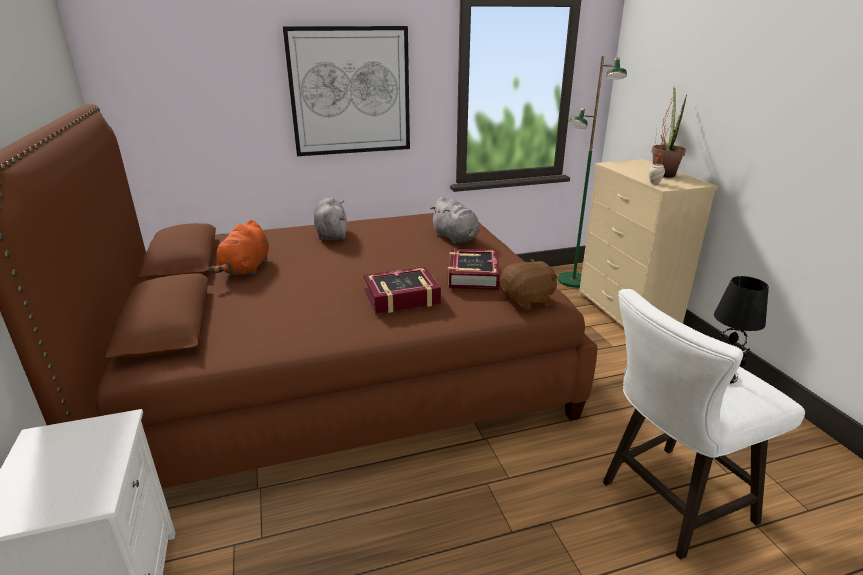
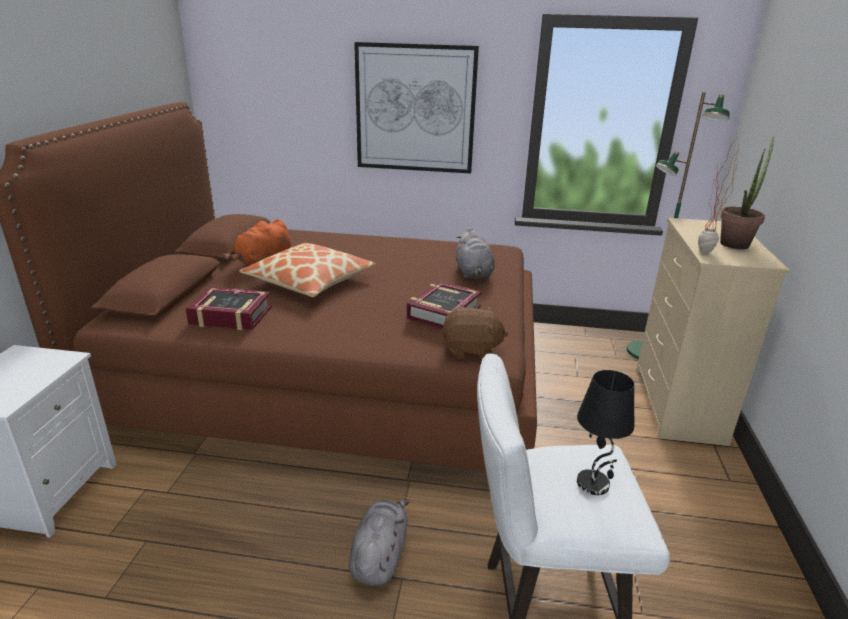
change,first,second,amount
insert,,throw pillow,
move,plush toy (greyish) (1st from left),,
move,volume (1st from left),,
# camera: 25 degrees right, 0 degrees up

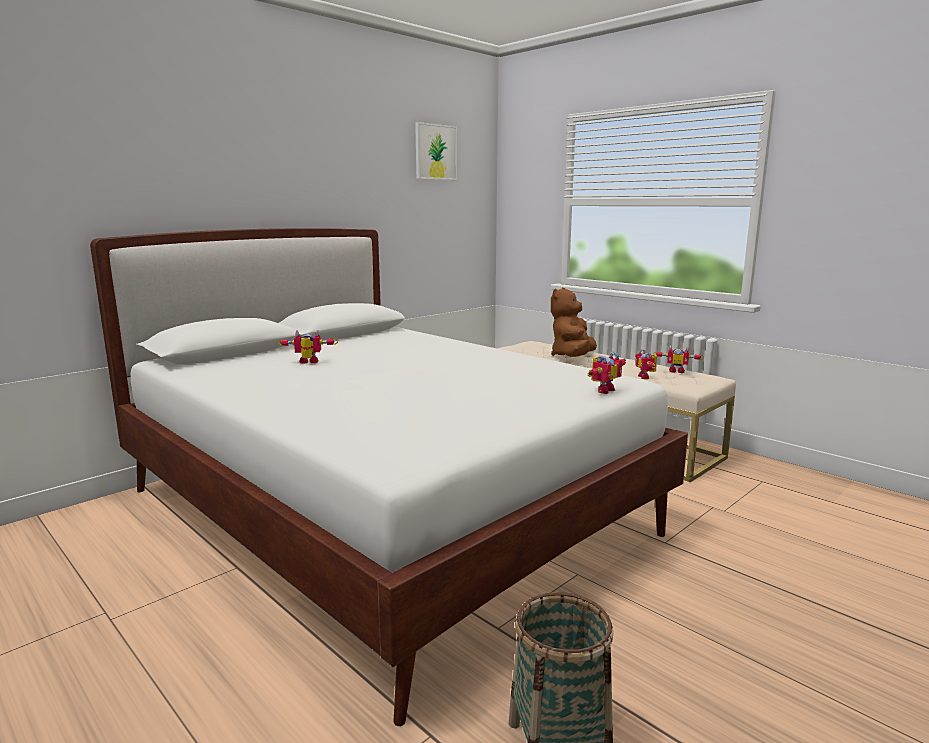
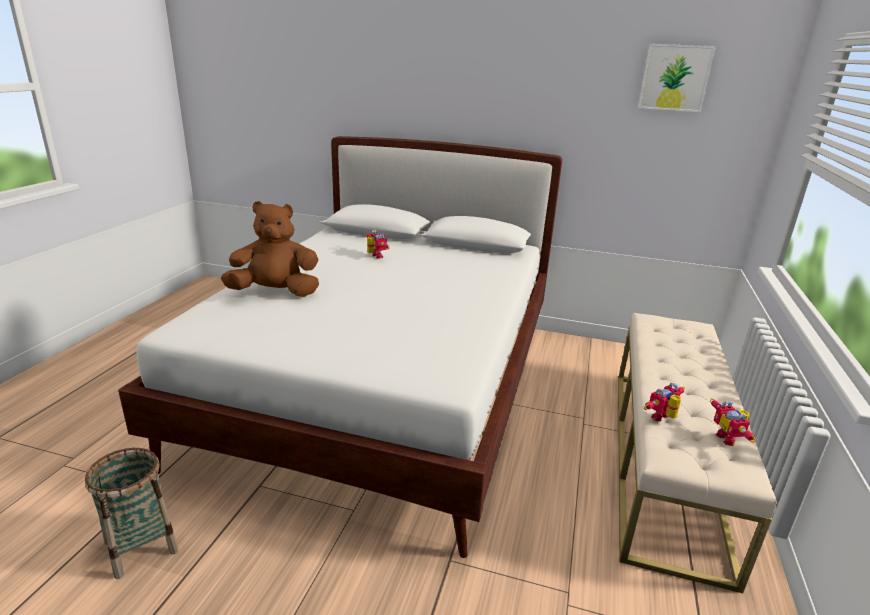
change,first,second,amount
delete,robot figure (2nd from left),,
move,plush toy (brownish),,
# camera: 60 degrees right, 10 degrees up

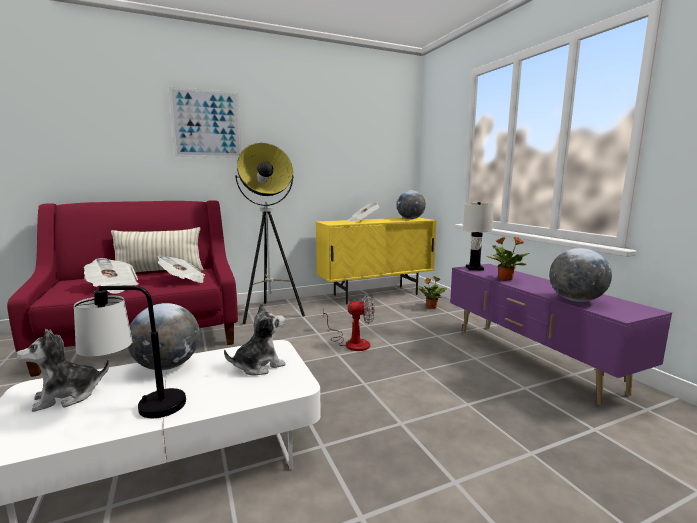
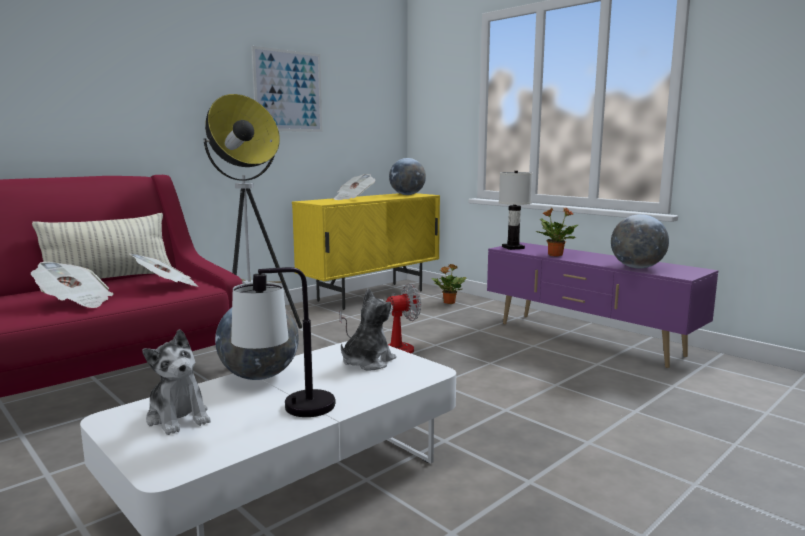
change,first,second,amount
move,wall picture,,
rotate,plush toy (1st from left),,75 degrees counterclockwise
# camera: 20 degrees left, 0 degrees up

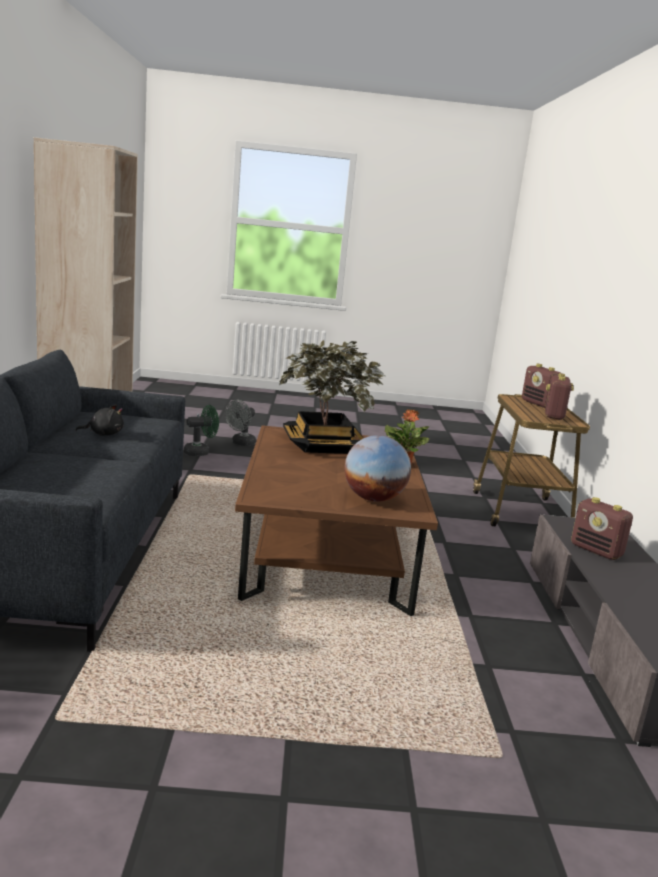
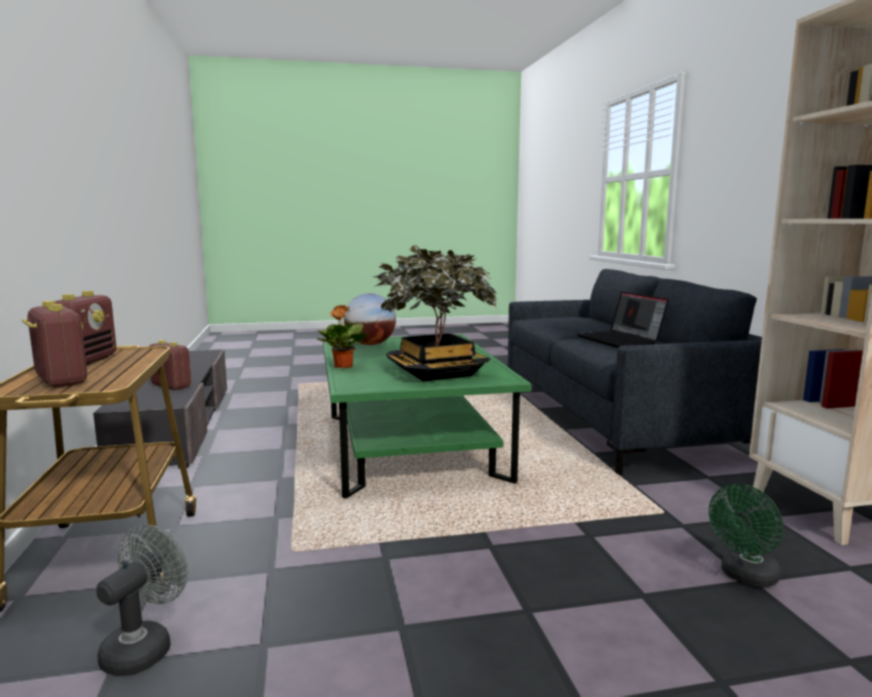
change,first,second,amount
move,fan (greyish),,
replace,plush toy (black-coloured),notebook computer,
recolor,lounge table (brownish),lounge table (greenish),
# camera: 170 degrees right, 5 degrees down

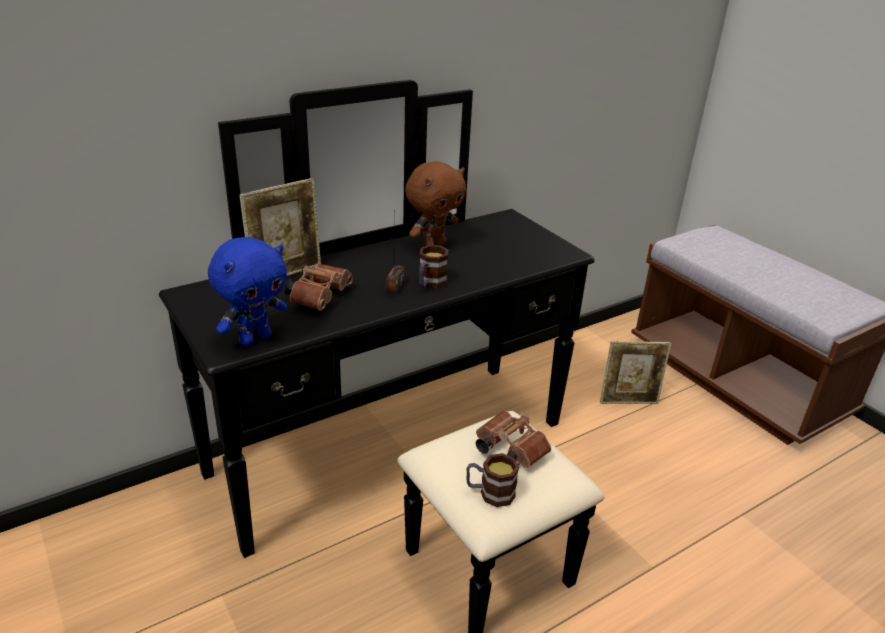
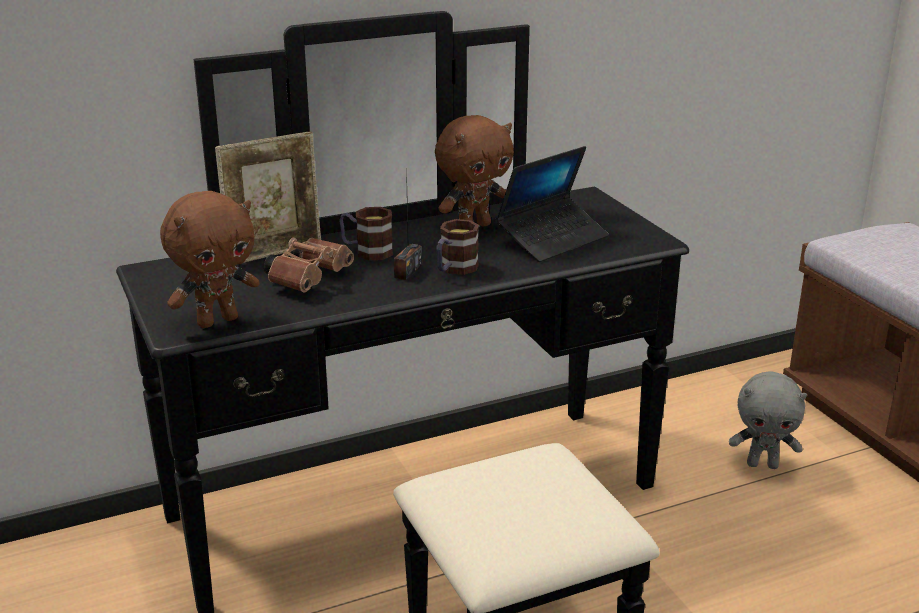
change,first,second,amount
delete,field glasses (brownish) (2nd from left),,
insert,,notebook computer,
move,mug (2nd from left in the first image),mug (1st from left),
replace,picture frame (2nd from left),plush toy (greyish),
recolor,plush toy (bluish),plush toy (brownish) (1st from left),
# camera: 10 degrees right, 5 degrees down

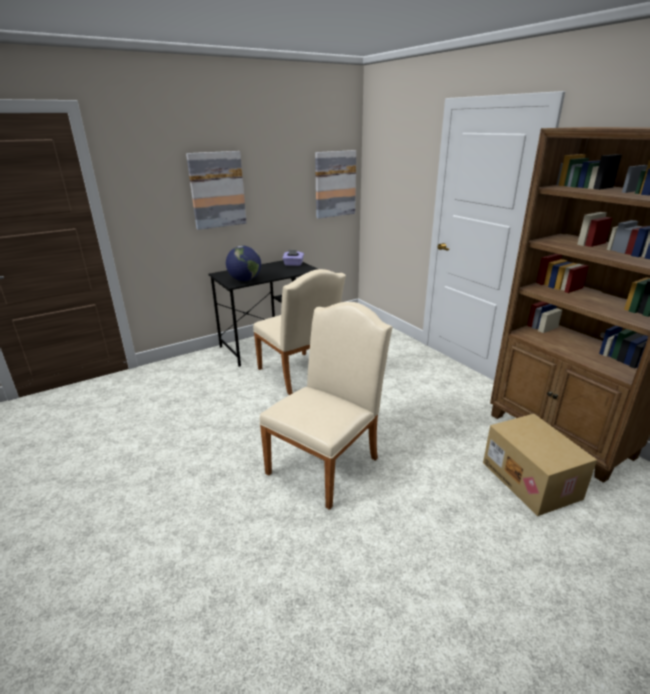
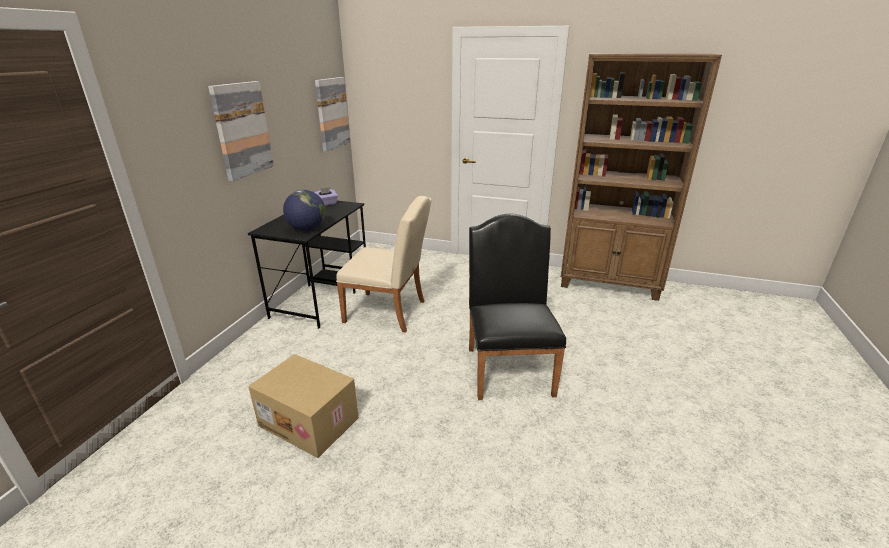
change,first,second,amount
move,carton,,
recolor,upright chair (sand-coloured) (2nd from left),upright chair (black-coloured),
# camera: 40 degrees left, 0 degrees up

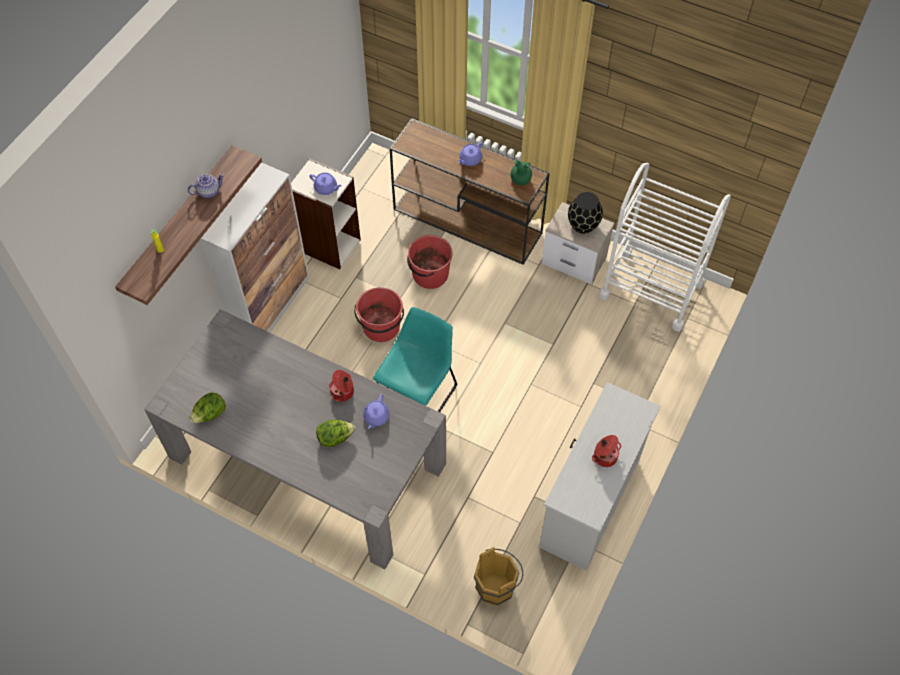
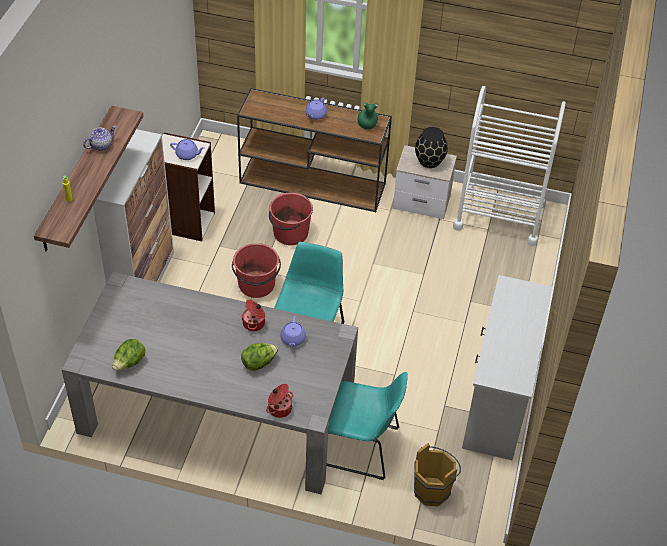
change,first,second,amount
insert,,upright chair (blue-green) (2nd from left),
move,stockpot (2nd from left),,
# camera: 15 degrees left, 10 degrees down

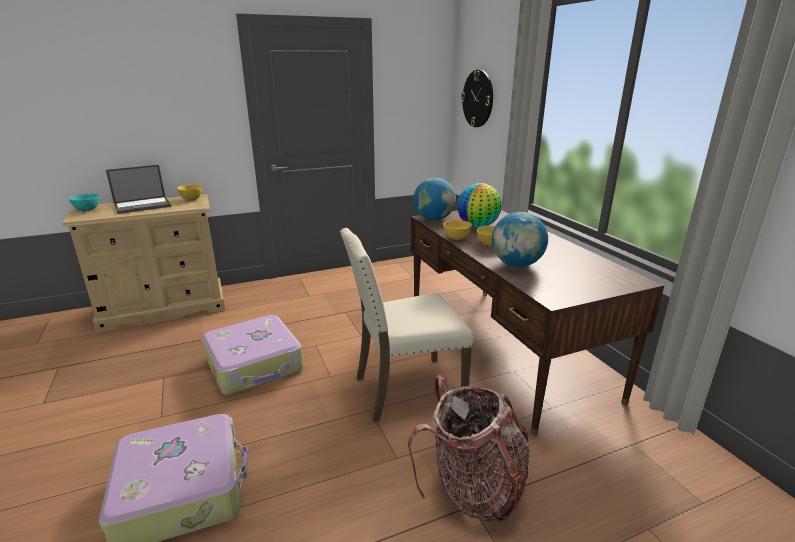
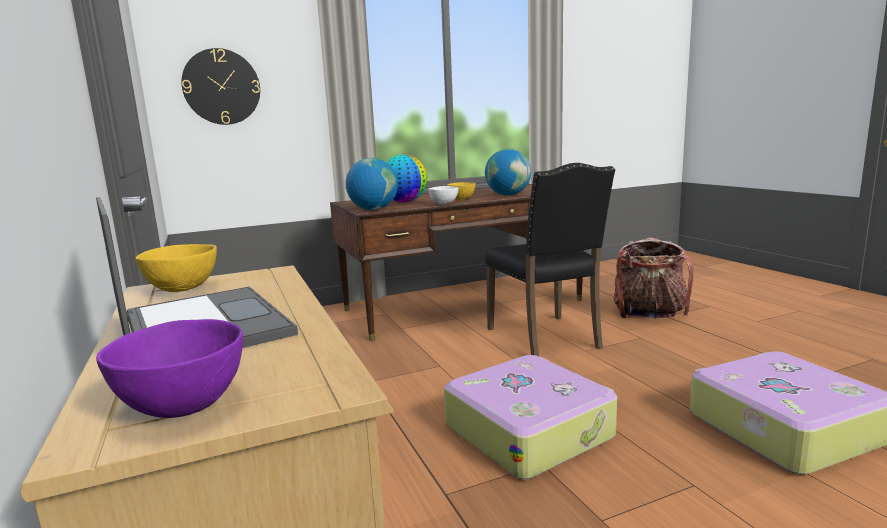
change,first,second,amount
recolor,deep dish (blue-green),deep dish (purple-coloured),
recolor,upright chair (sand-coloured),upright chair (black-coloured),
recolor,deep dish (yellow-coloured) (2nd from left),deep dish (whitish),
# camera: 90 degrees left, 10 degrees down

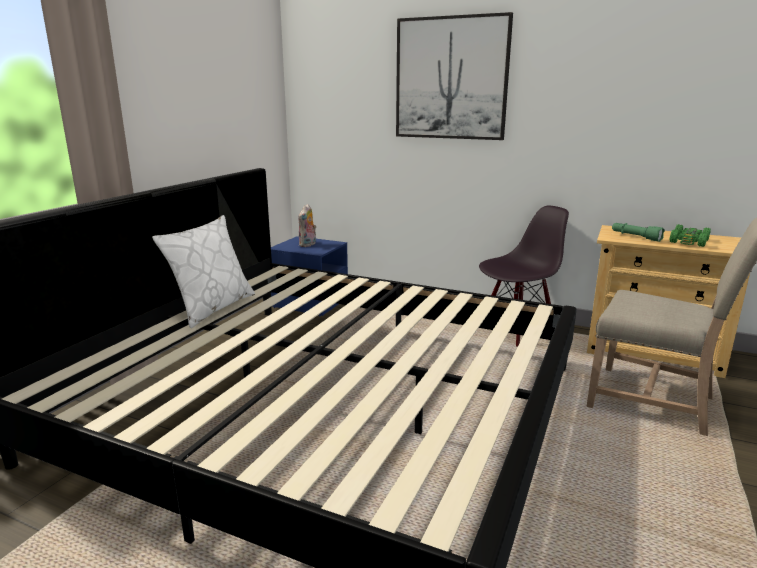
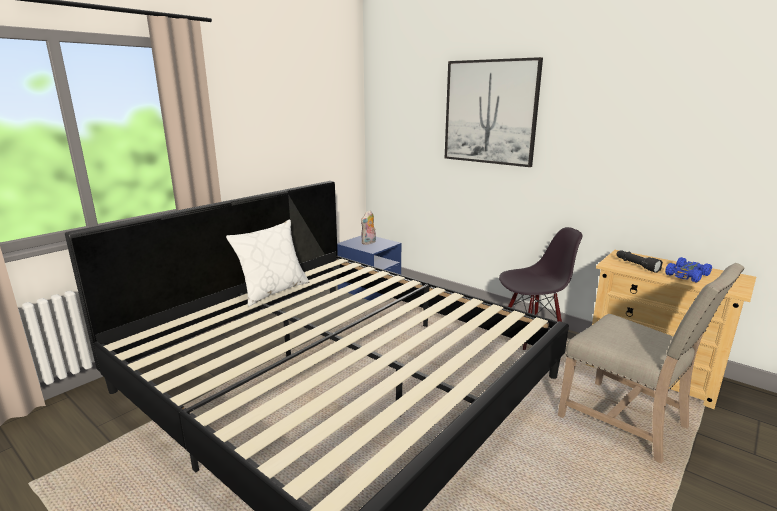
change,first,second,amount
recolor,flashlight (greenish),flashlight (black-coloured),
recolor,toy car (greenish),toy car (bluish),
# camera: 15 degrees right, 0 degrees up

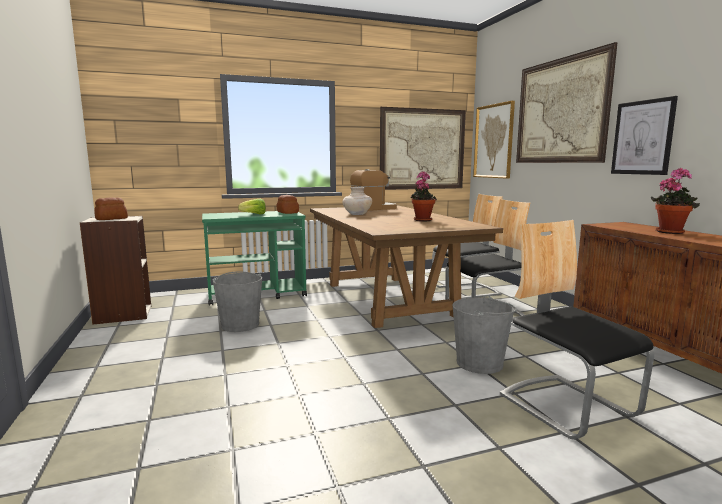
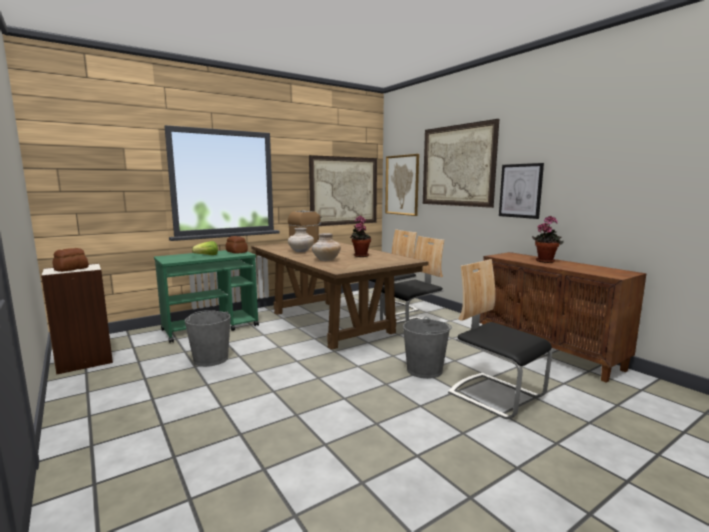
change,first,second,amount
insert,,decorative vase (sand-coloured) (2nd from left),
# camera: 15 degrees left, 0 degrees up

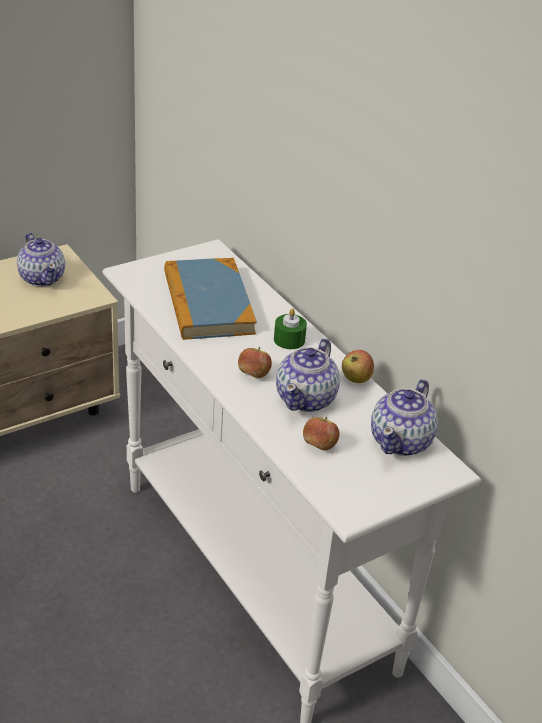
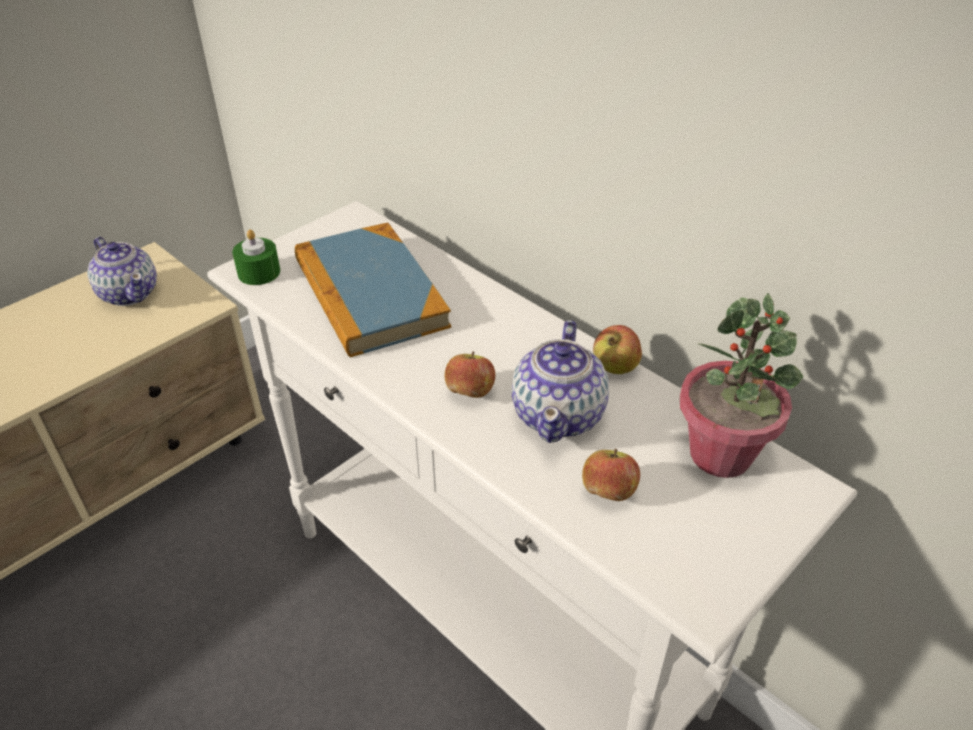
change,first,second,amount
move,wax candle (greenish),,
replace,teapot (3rd from left),houseplant,
# camera: 10 degrees left, 5 degrees up

